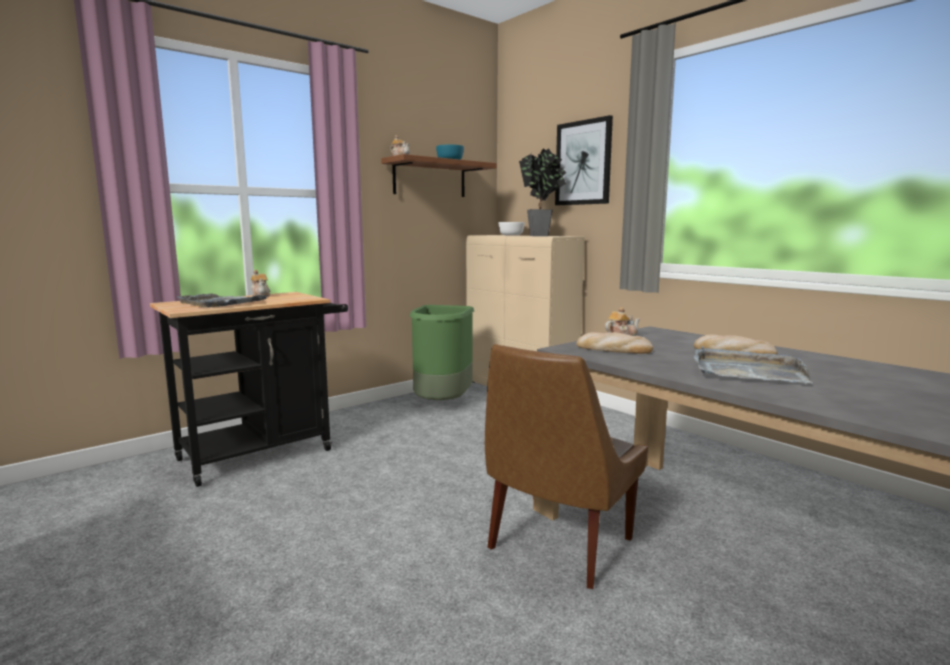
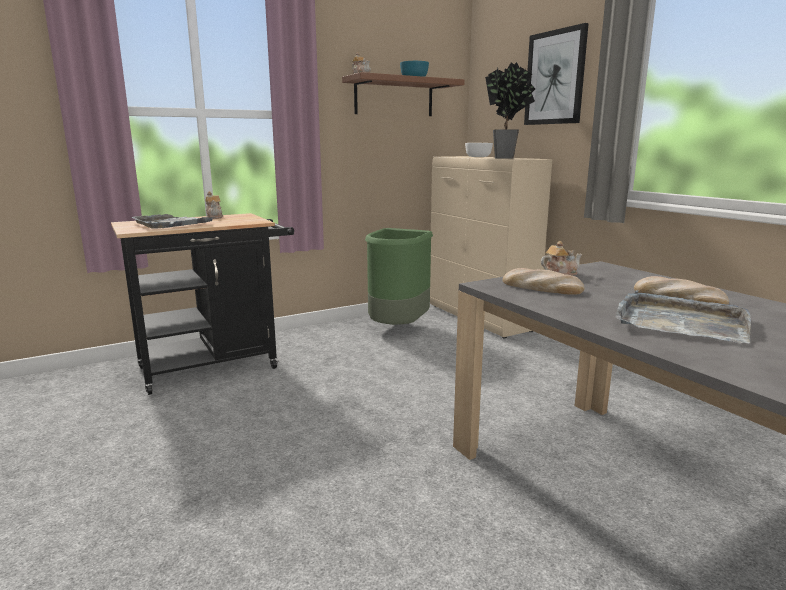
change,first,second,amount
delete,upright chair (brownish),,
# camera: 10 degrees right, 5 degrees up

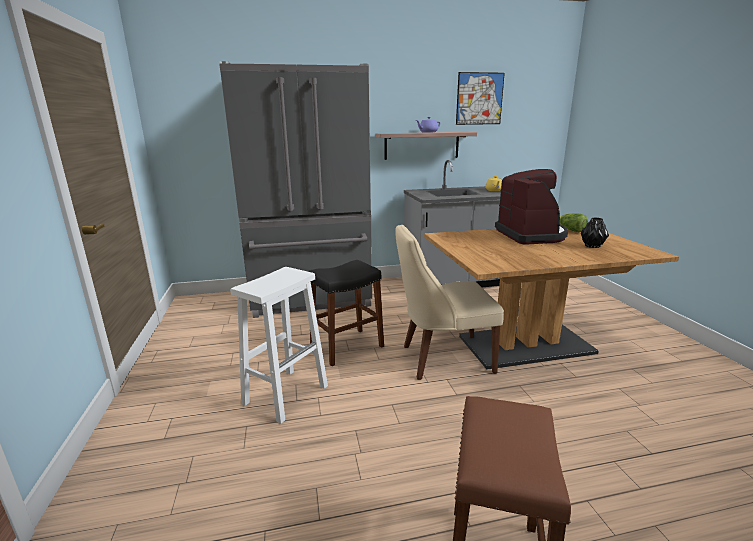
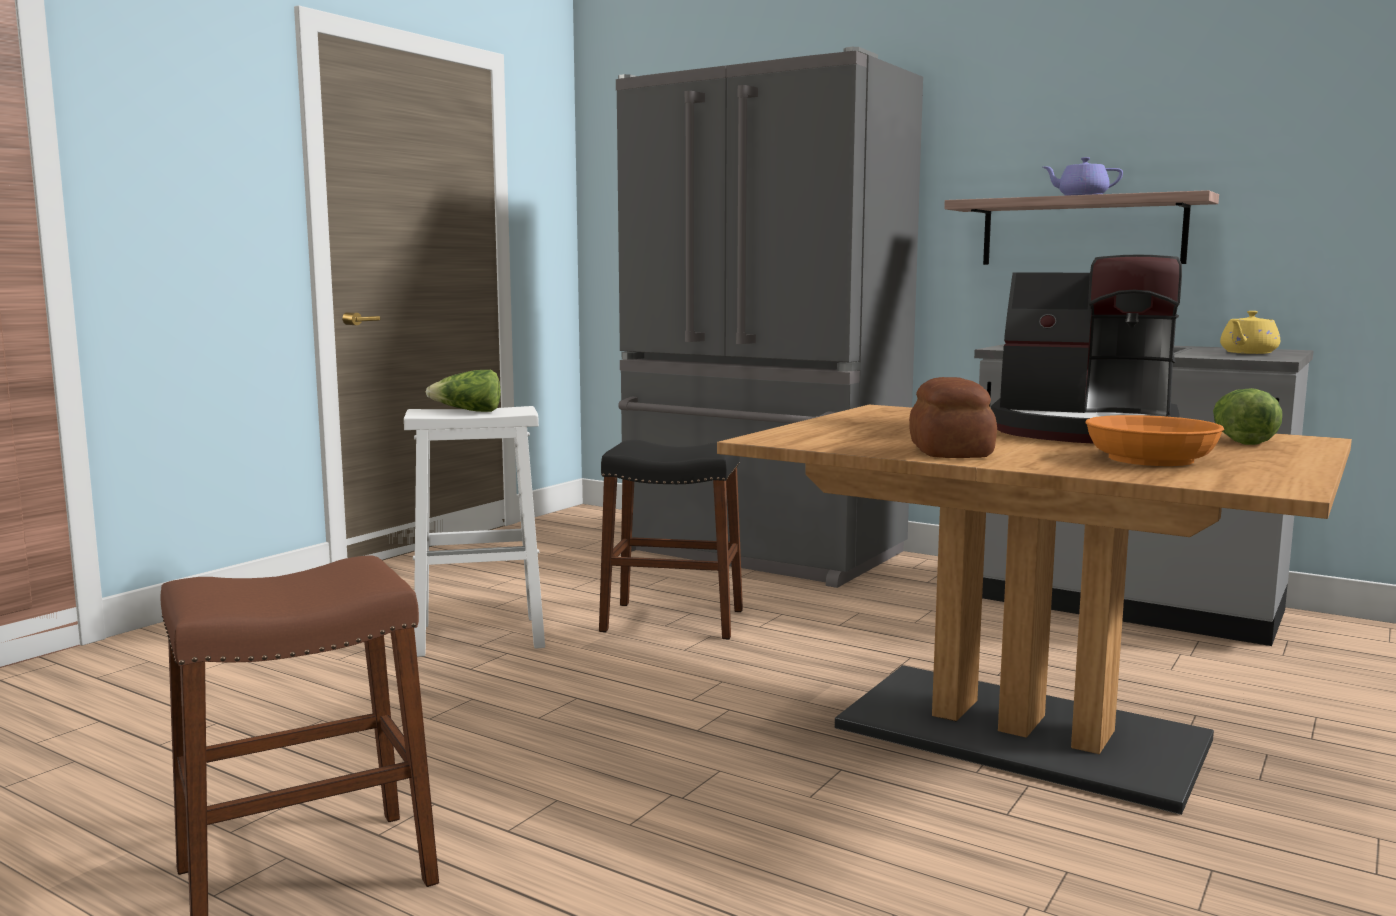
change,first,second,amount
delete,upright chair (sand-coloured),,
delete,wall picture,,
insert,,lettuce (1st from left),
insert,,bread,
replace,decorative vase (black-coloured),deep dish (orangey),
rotate,coffee maker,,75 degrees clockwise
# camera: 45 degrees right, 10 degrees down

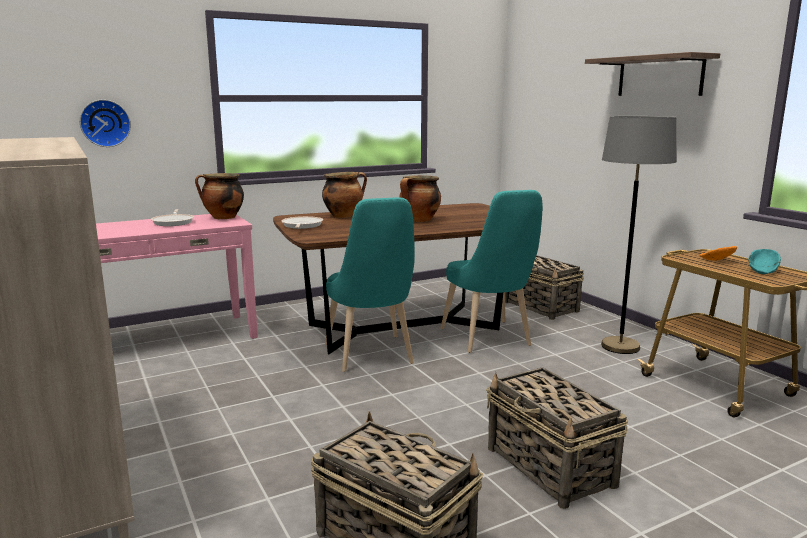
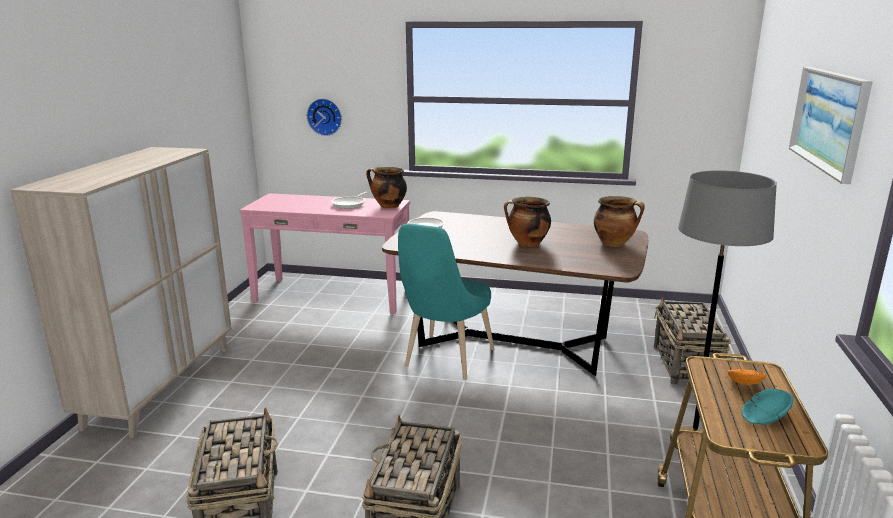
change,first,second,amount
delete,upright chair (blue-green) (2nd from left),,
move,stockpot (2nd from left in the first image),stockpot (3rd from left),
replace,bracket shelf,wall picture,
# camera: 40 degrees right, 5 degrees up

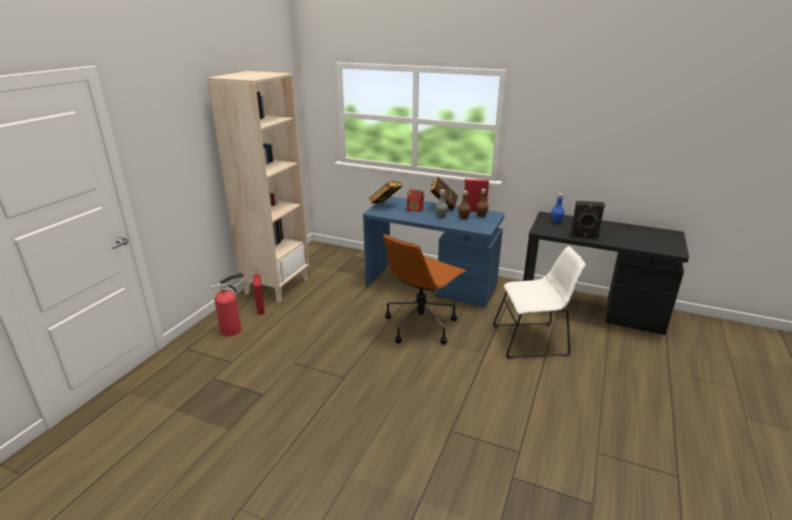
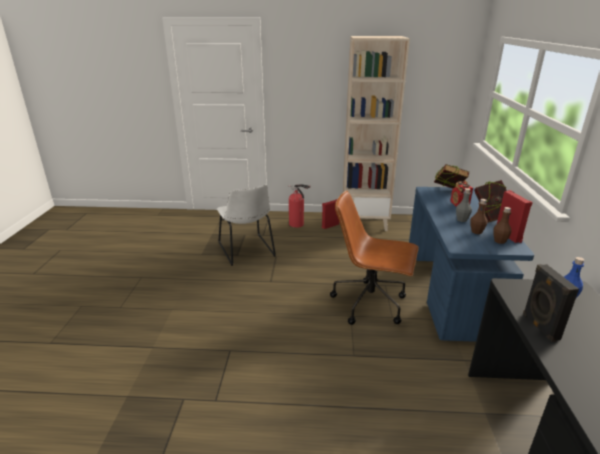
change,first,second,amount
move,upright chair (whitish),,
# camera: 70 degrees right, 0 degrees up

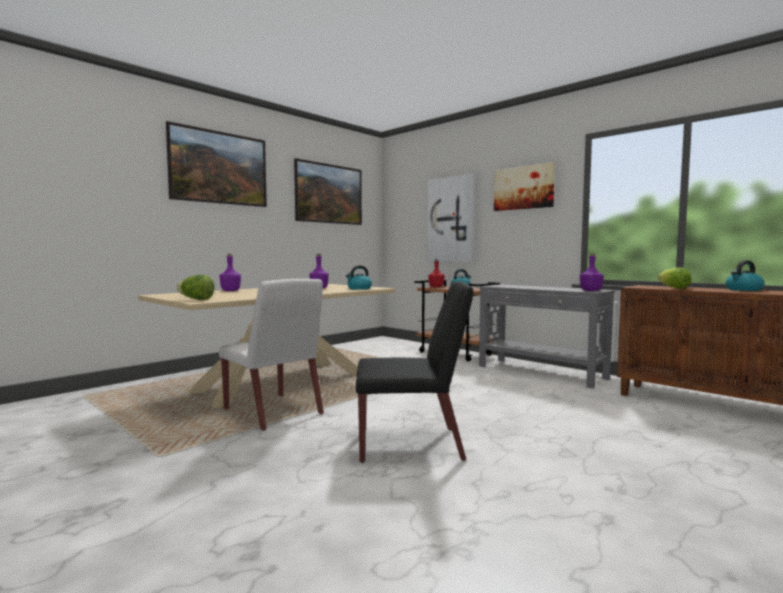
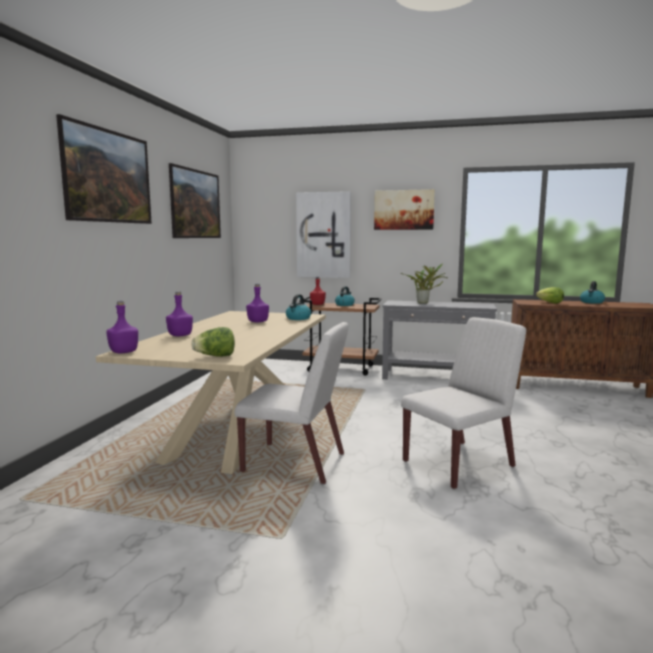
change,first,second,amount
insert,,houseplant,
move,beverage bottle (purple-coloured) (3rd from left in the first image),beverage bottle (purple-coloured) (1st from left),
recolor,upright chair (black-coloured),upright chair (whitish) (2nd from left),
# camera: 30 degrees left, 5 degrees up

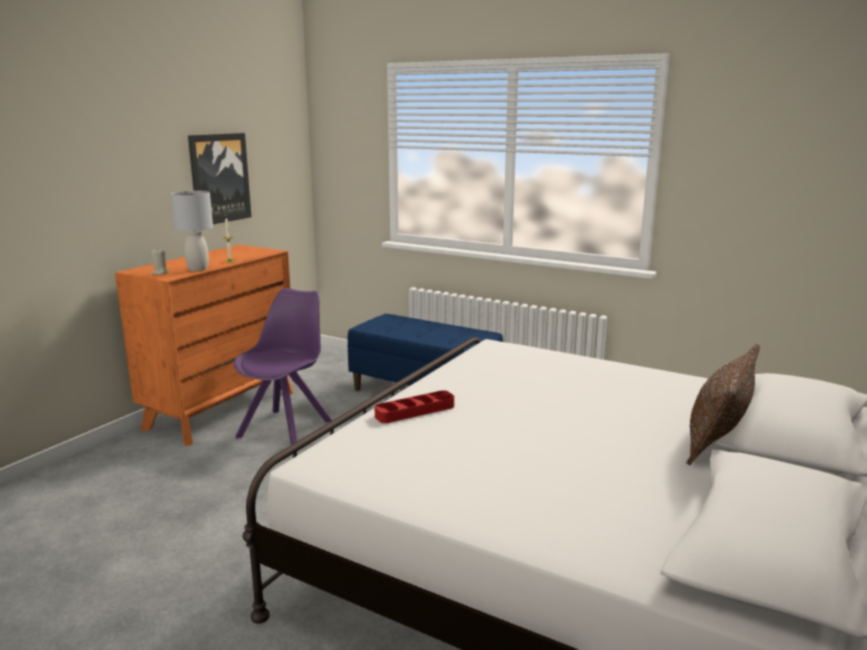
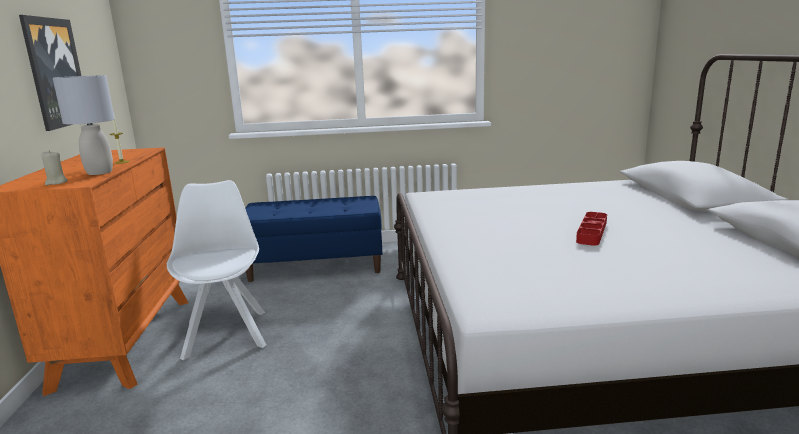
change,first,second,amount
delete,throw pillow (brownish),,
move,carrying tray (red),,
recolor,upright chair (purple-coloured),upright chair (whitish),
# camera: 35 degrees left, 0 degrees up

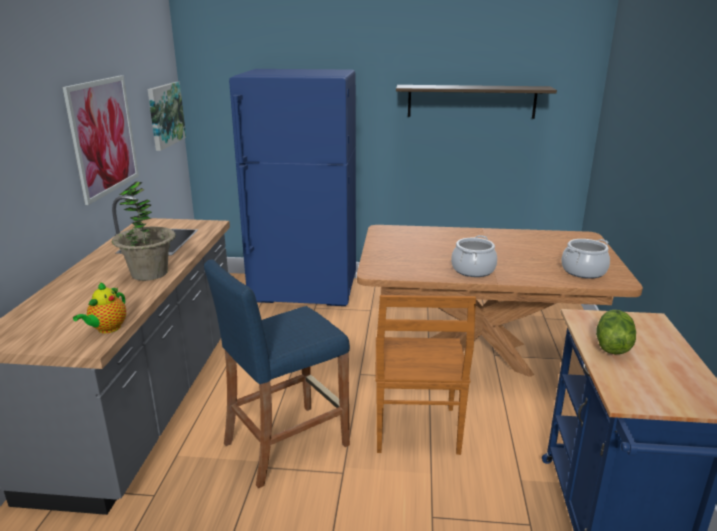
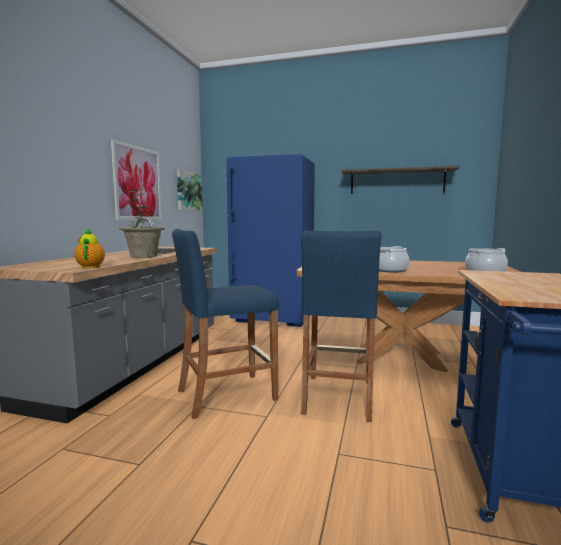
change,first,second,amount
delete,lettuce,,
replace,upright chair (brownish),stool seat (bluish) (2nd from left),
rotate,teapot,,135 degrees clockwise
# camera: 10 degrees right, 15 degrees down

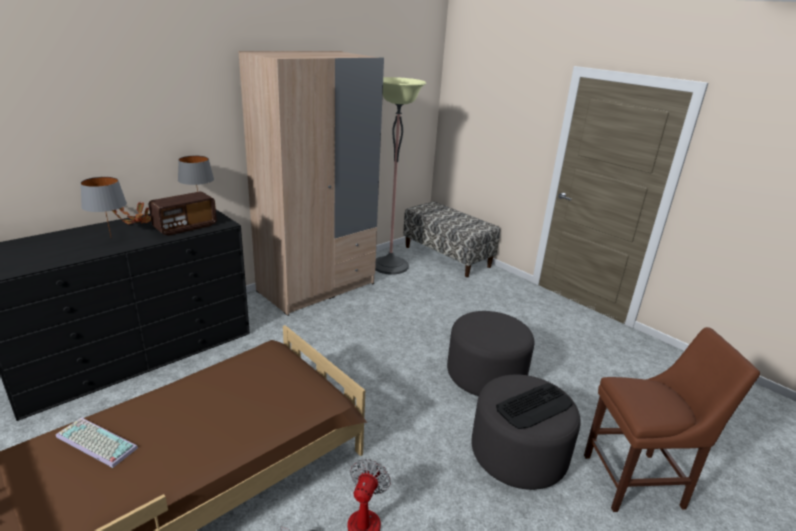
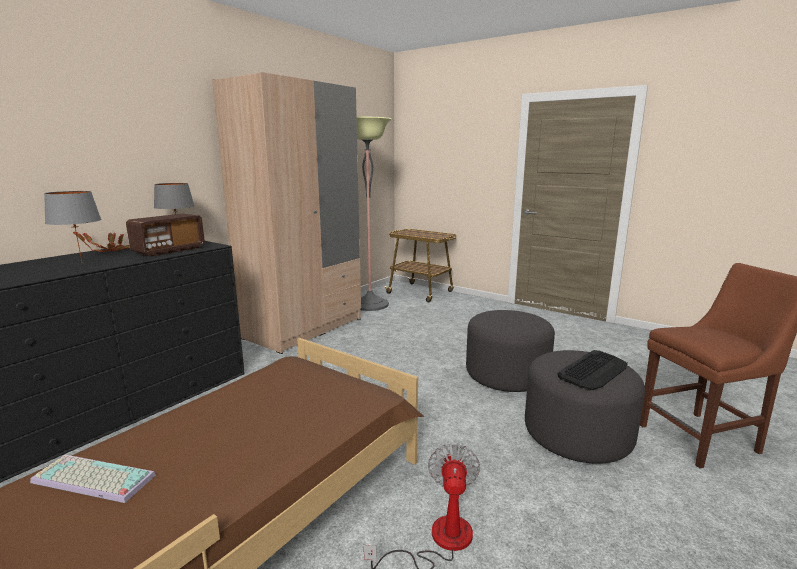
change,first,second,amount
replace,indoor bench,cart,
# camera: 10 degrees left, 10 degrees down

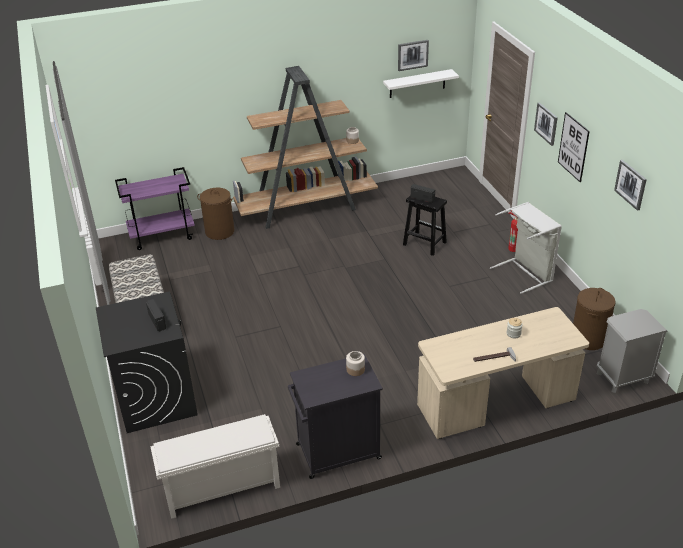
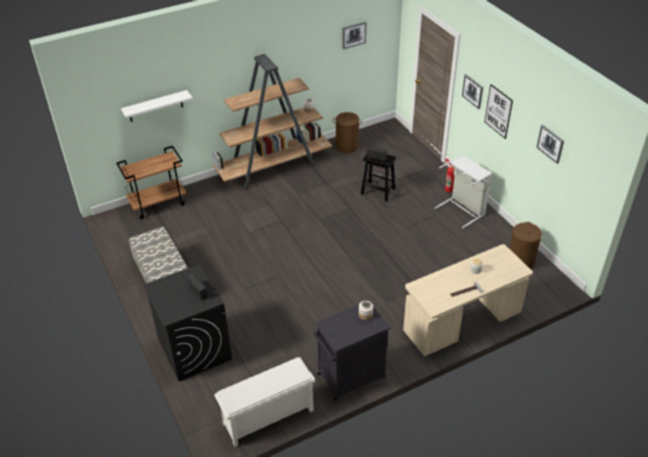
change,first,second,amount
delete,bedside table (greyish),,
move,washing basket (brownish) (1st from left),,
move,bracket shelf (whitish),,
recolor,cart (purple-coloured),cart (brownish),
# camera: 10 degrees left, 5 degrees up

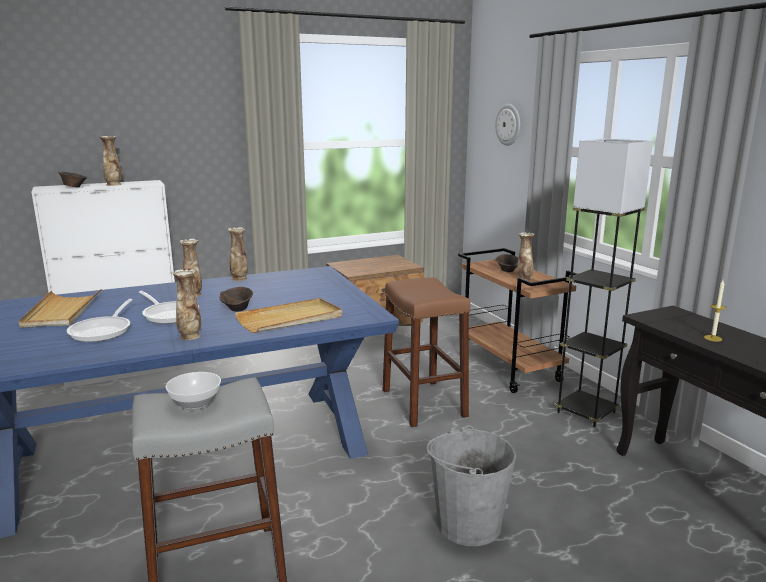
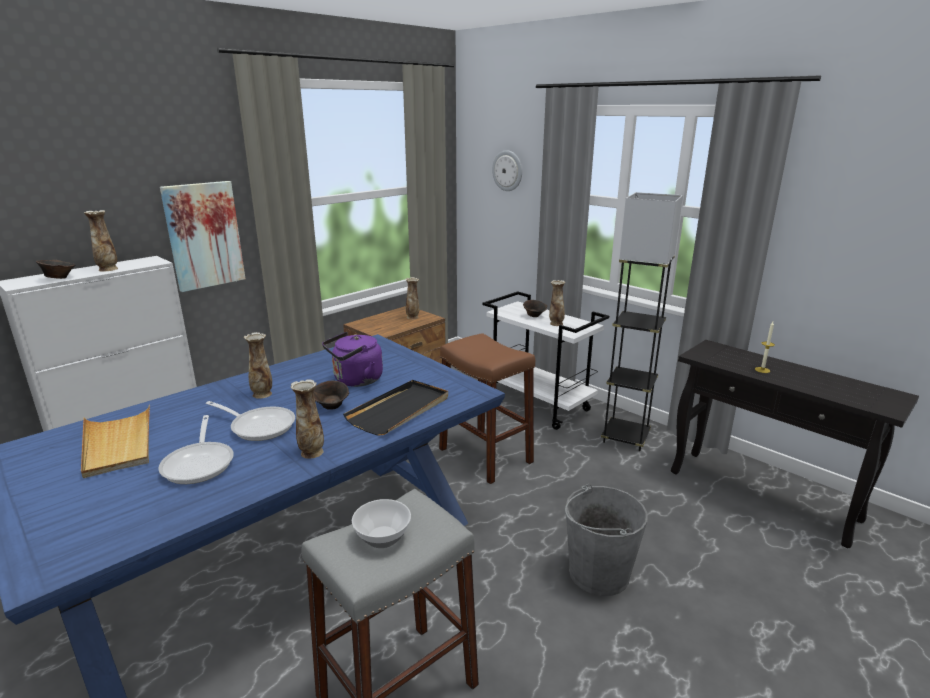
change,first,second,amount
insert,,wall picture,
insert,,kettle (purple-coloured),
move,decorative vase (4th from left),,
recolor,carrying tray (sand-coloured) (2nd from left),carrying tray (black-coloured),
recolor,cart (brownish),cart (whitish),
# camera: 20 degrees left, 5 degrees up

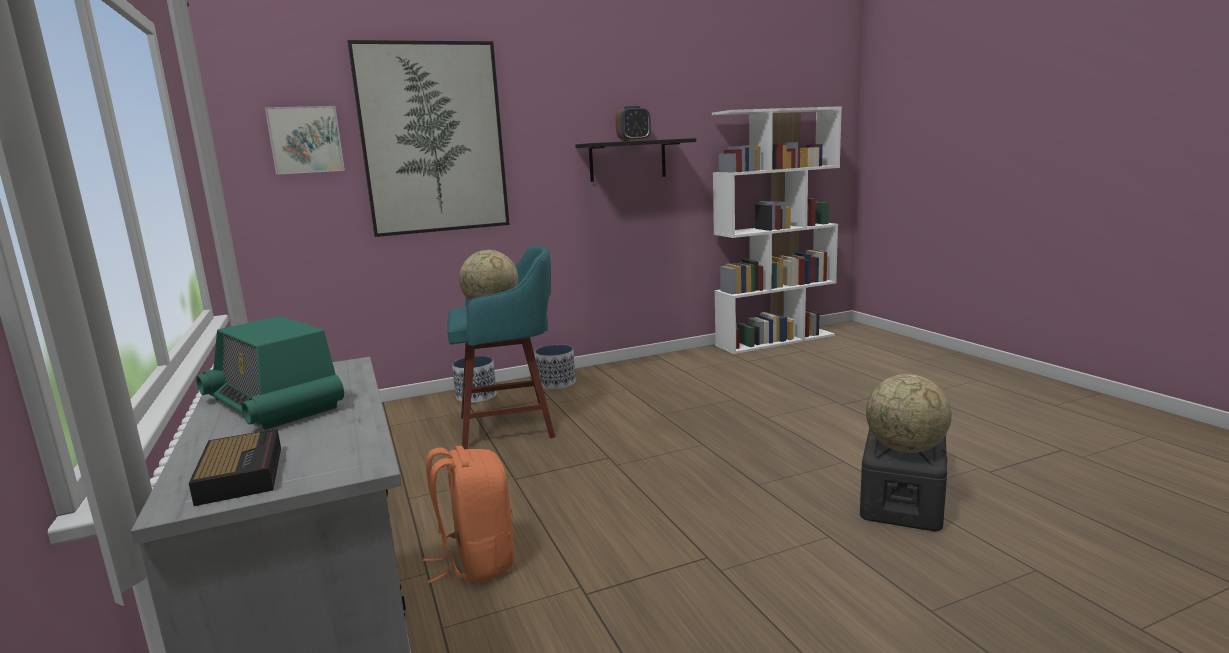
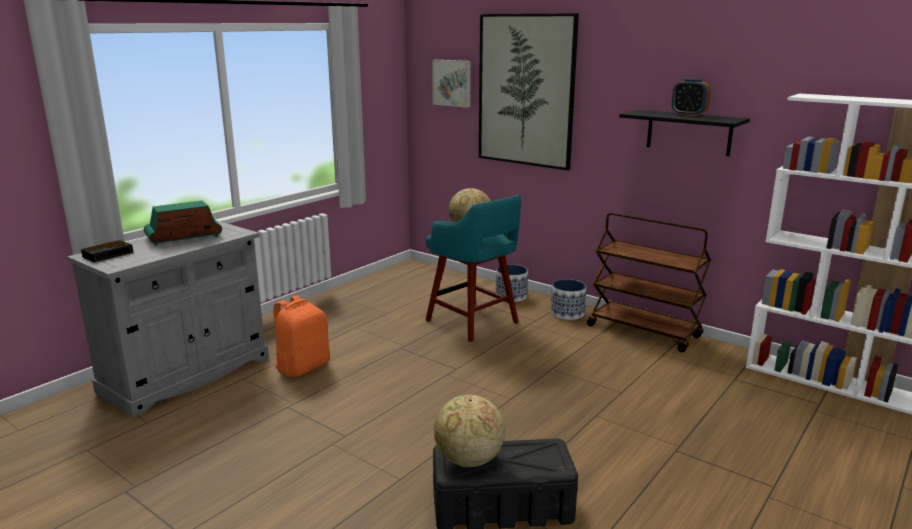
change,first,second,amount
insert,,cart (brownish),
rotate,radio set,,45 degrees clockwise
# camera: 60 degrees right, 5 degrees up

